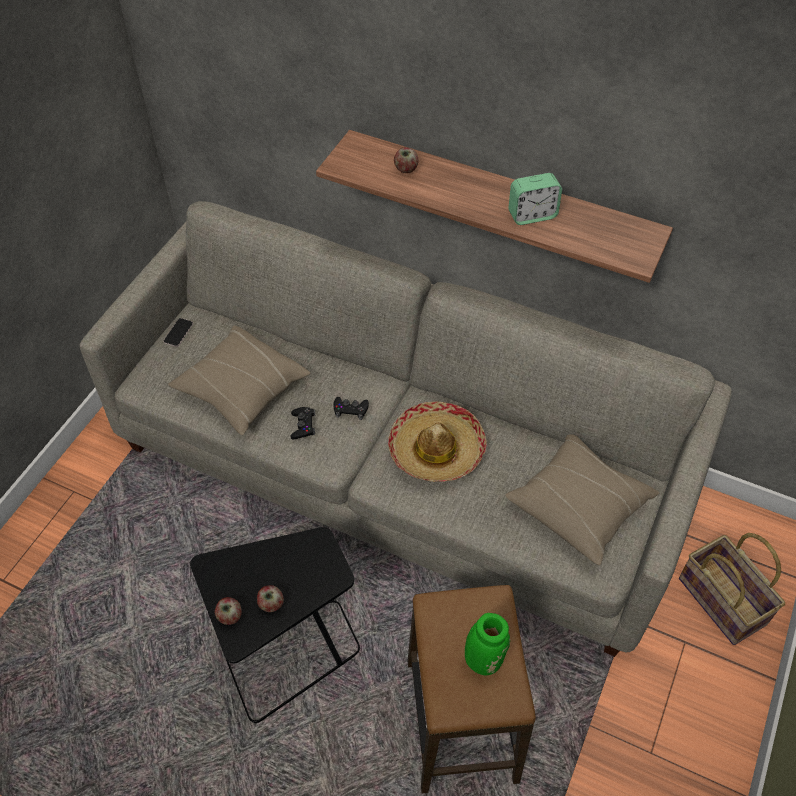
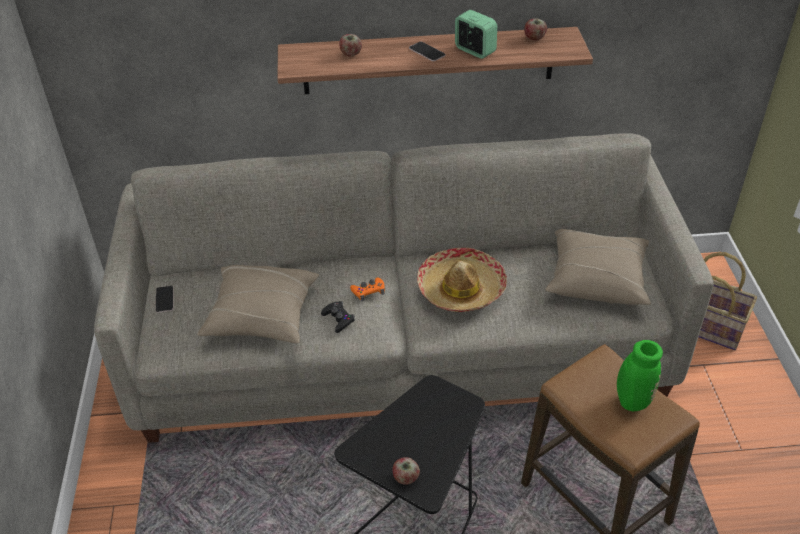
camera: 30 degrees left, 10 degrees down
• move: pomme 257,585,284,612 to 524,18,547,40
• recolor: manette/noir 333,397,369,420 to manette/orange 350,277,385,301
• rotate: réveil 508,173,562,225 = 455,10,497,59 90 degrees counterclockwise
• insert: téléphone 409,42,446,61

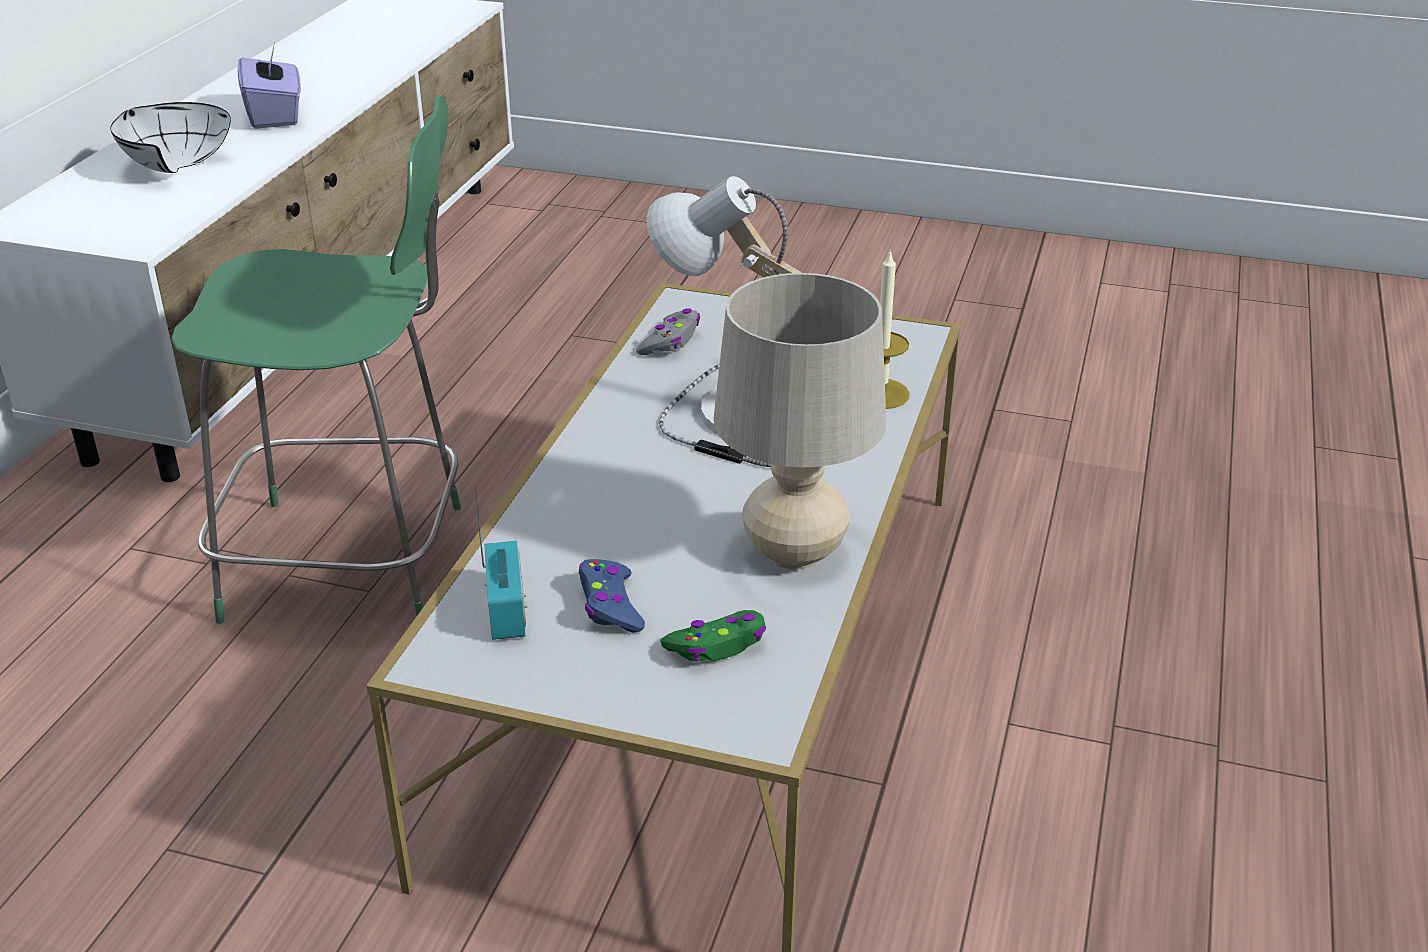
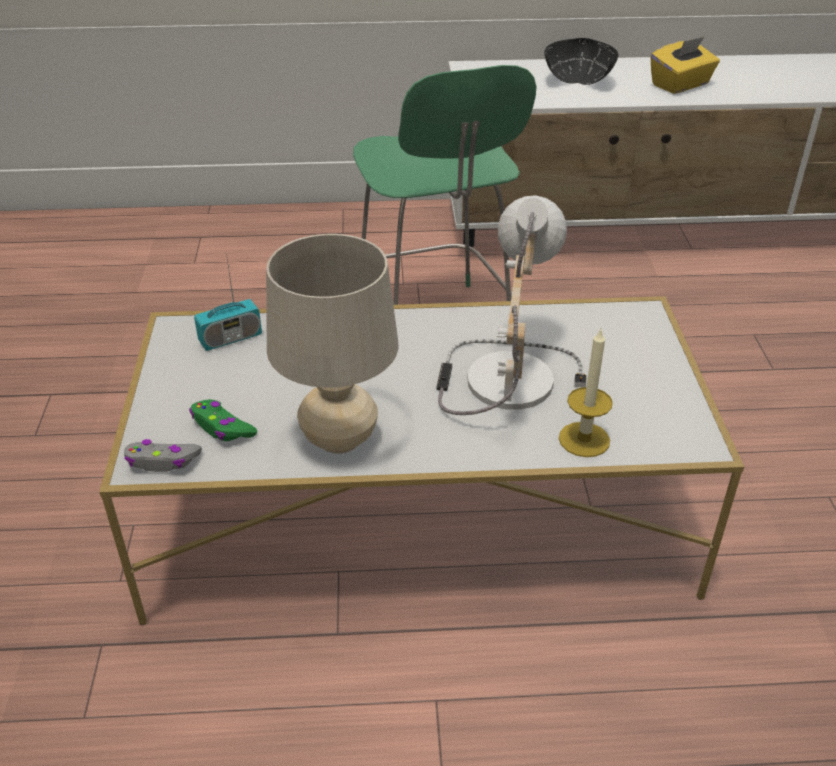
camera: 70 degrees right, 5 degrees up
• recolor: bol/blanc 110,102,231,173 to bol/noir 544,38,619,85
• recolor: boîte à mouchoirs/violet 238,43,301,129 to boîte à mouchoirs/jaune 651,36,720,94
• delete: manette/bleu 579,559,645,633
• move: manette/gris 636,308,700,355 to 124,439,202,472

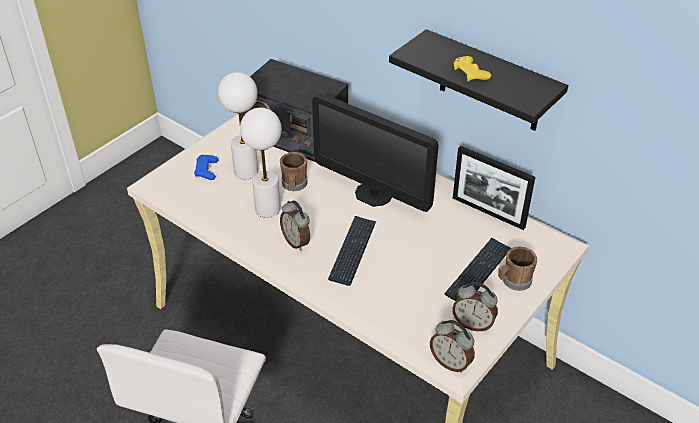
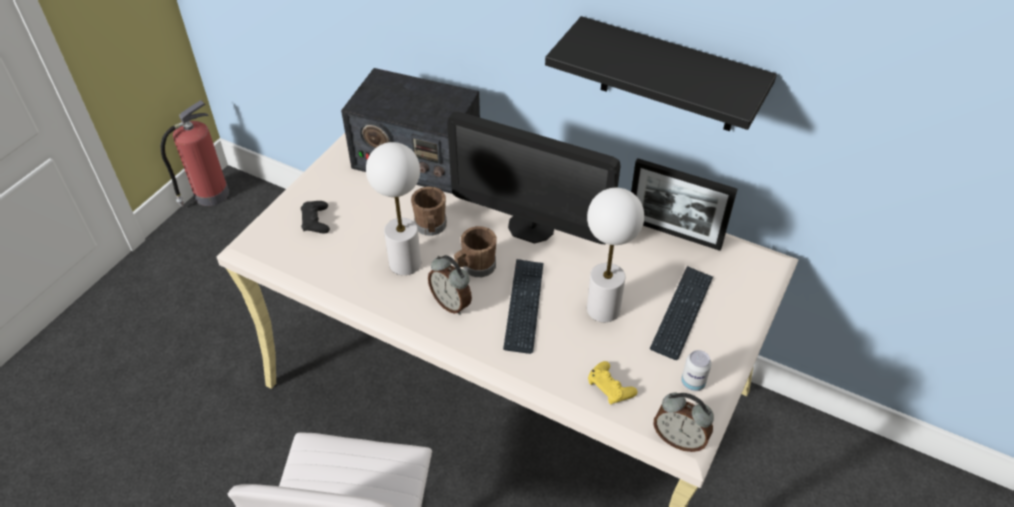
camera: 10 degrees left, 5 degrees up
• recolor: manette/bleu 194,155,219,180 to manette/noir 301,201,330,233
• move: lampe de table/blanc 218,72,258,179 to 587,188,644,322
• replace: réveil 452,282,498,331 to boîte métallique 681,350,712,391
• move: manette/jaune 454,56,491,82 to 588,361,638,404
• move: mug/marron 498,247,537,291 to 454,226,497,277
• insert: extincteur 161,100,229,207

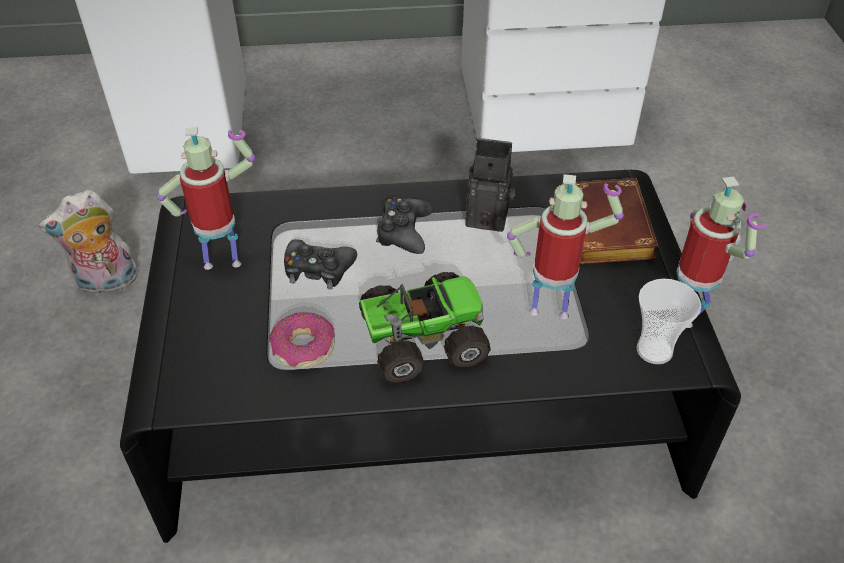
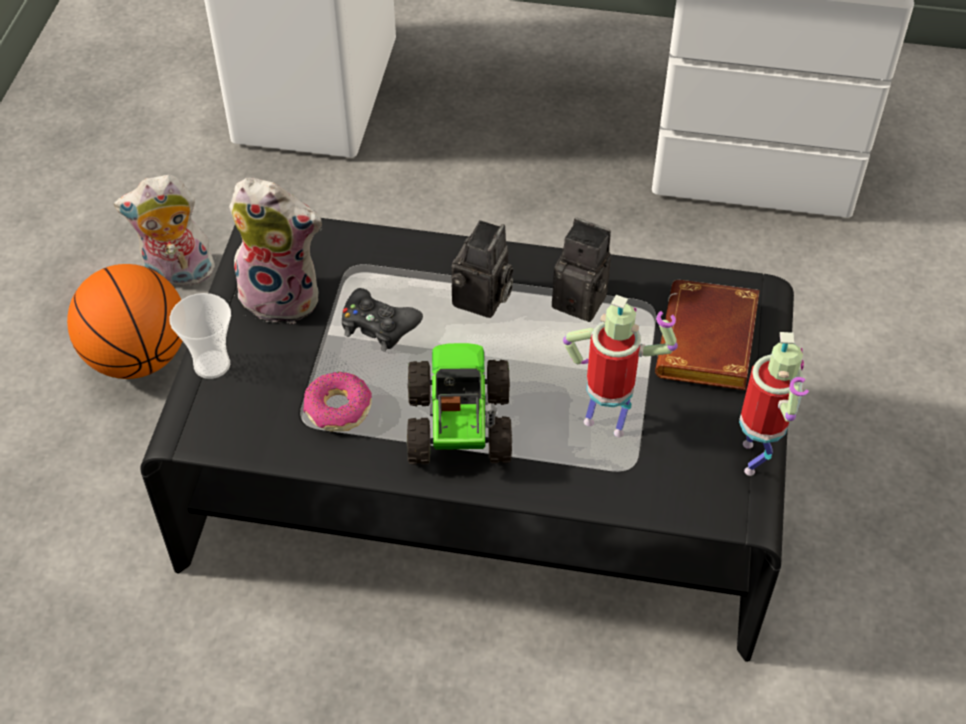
camera: 15 degrees right, 5 degrees up
• replace: robot jouet 157,127,255,270 to peluche 229,178,322,324
• rotate: camion jouet 359,272,491,383 = 406,343,512,465 90 degrees counterclockwise
• replace: manette/noir 376,197,432,254 to appareil photo 452,220,513,318
• move: tasse 637,279,701,364 to 170,293,231,379
• insert: ballon de basket 67,264,182,379

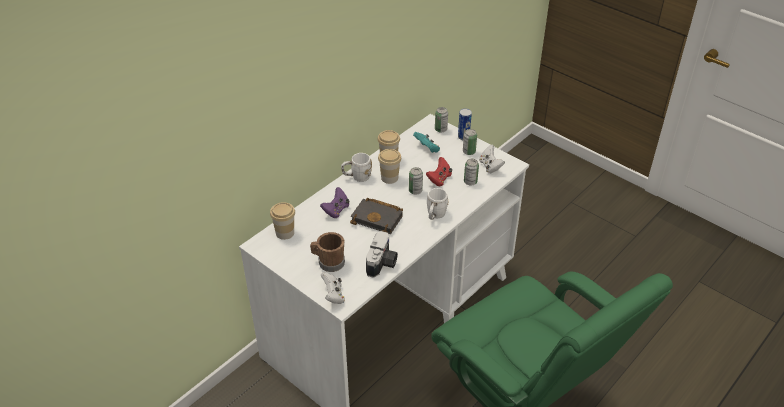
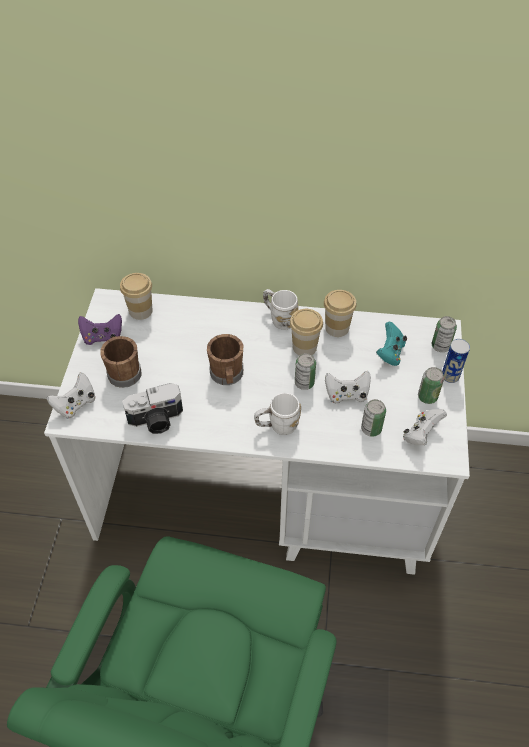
camera: 55 degrees right, 10 degrees up
• move: manette/violet 320,187,350,218 to 78,314,122,345
• replace: livre/noir 350,198,403,234 to mug/marron 207,334,243,385
• recolor: manette/rouge 426,157,452,186 to manette/blanc 325,371,371,404

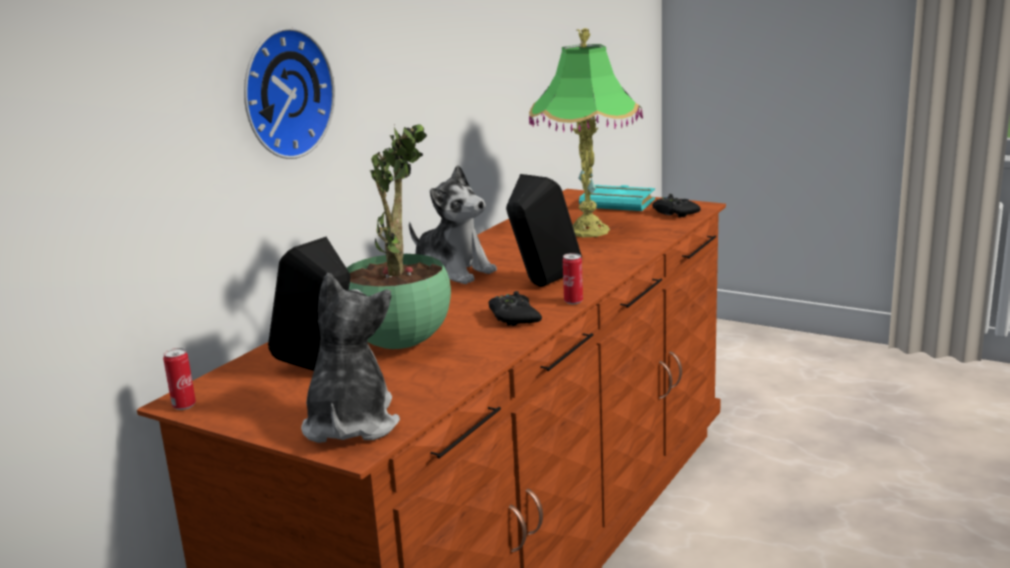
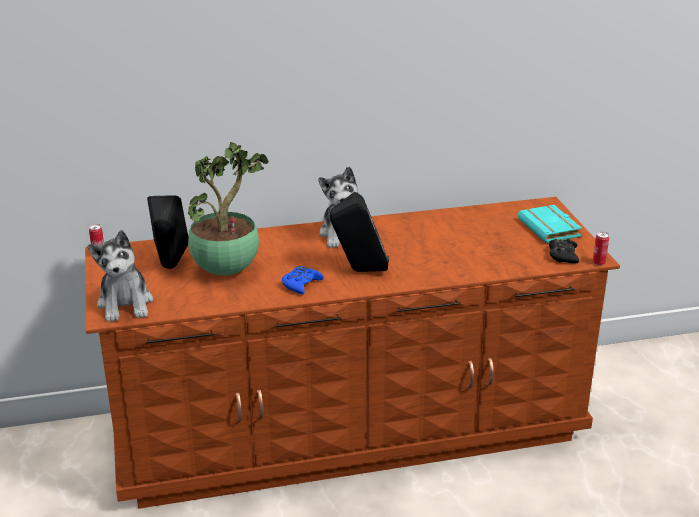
camera: 45 degrees right, 10 degrees up
• delete: horloge murale 244,27,335,159
• rotate: peluche 301,273,400,443 = 87,230,153,322 120 degrees clockwise
• recolor: manette/noir 489,291,542,326 to manette/bleu 282,266,324,294
• delete: lampe de table 529,28,643,238
• move: boîte métallique 563,253,583,304 to 593,232,609,266

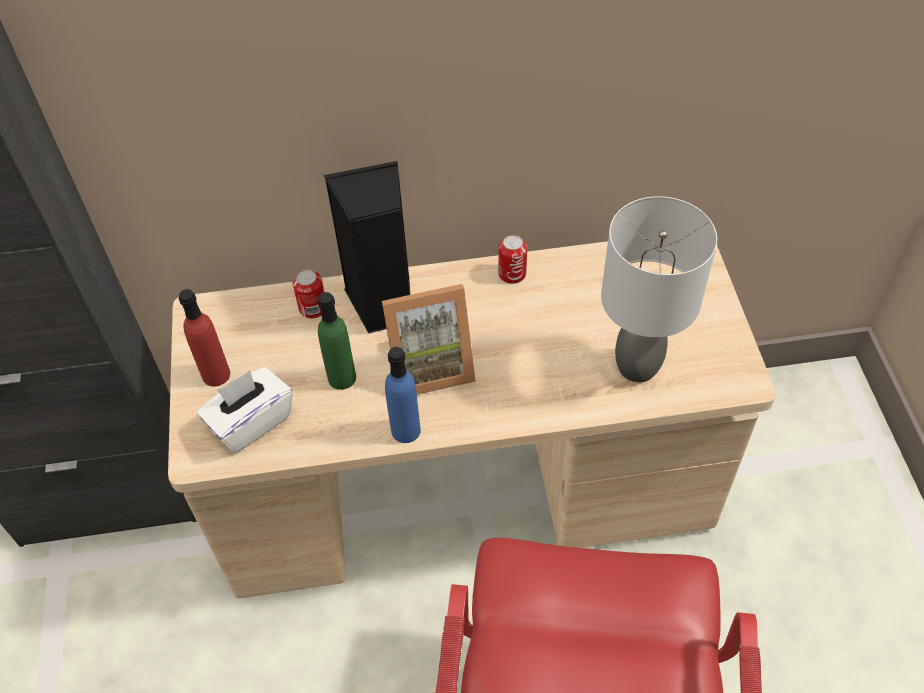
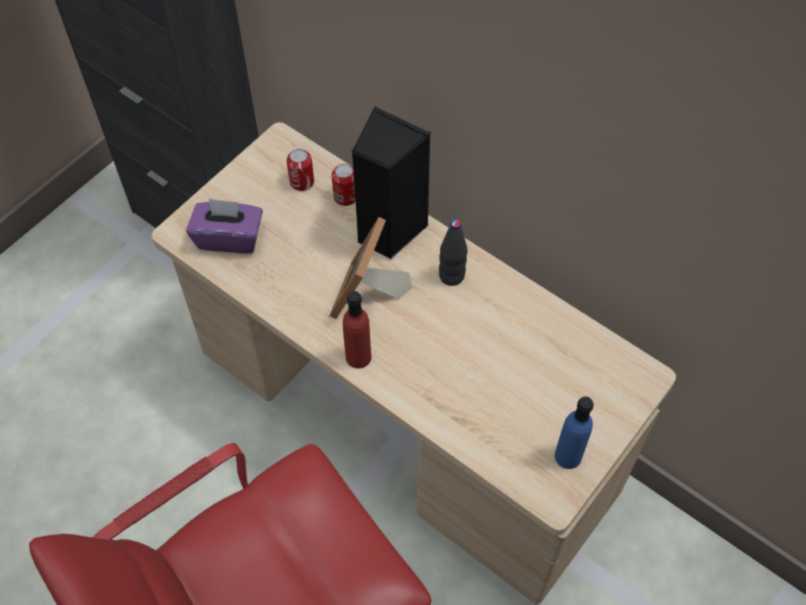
camera: 45 degrees right, 5 degrees up
• move: bouteille/rouge 179,289,230,387 to 343,291,371,369
• recolor: boîte à mouchoirs/blanc 197,367,293,453 to boîte à mouchoirs/violet 186,198,263,253
• delete: bouteille/vert 318,292,356,390
• rotate: cadre photo 382,284,476,395 = 329,217,412,319 75 degrees clockwise
• move: bouteille/bleu 385,347,421,443 to 555,397,594,469
• move: boîte métallique 498,235,527,284 to 287,149,314,191
• delete: lampe de table/gris 601,196,717,382
• insert: bouteille/noir 439,219,467,286

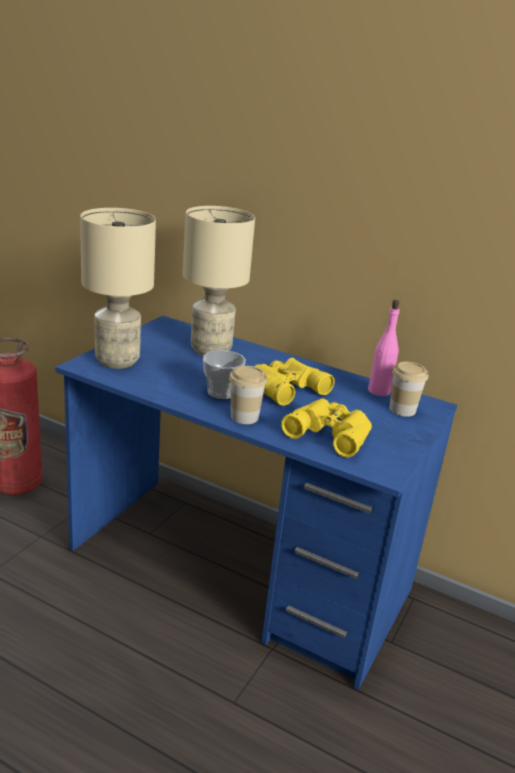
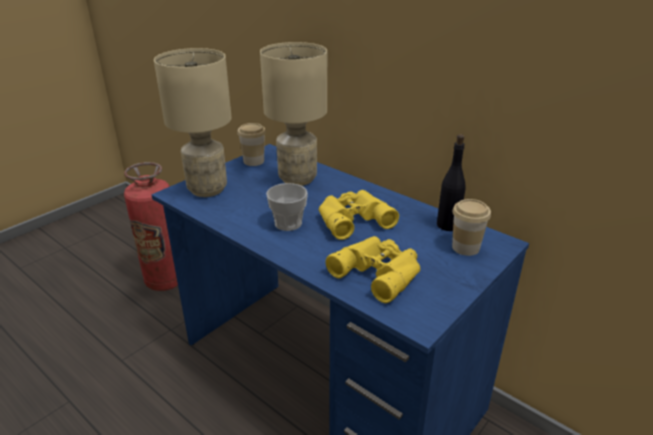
camera: 15 degrees right, 5 degrees up
• move: tasse 229,366,267,424 to 237,123,266,166
• recolor: bouteille/rose 368,300,400,396 to bouteille/noir 437,134,466,231

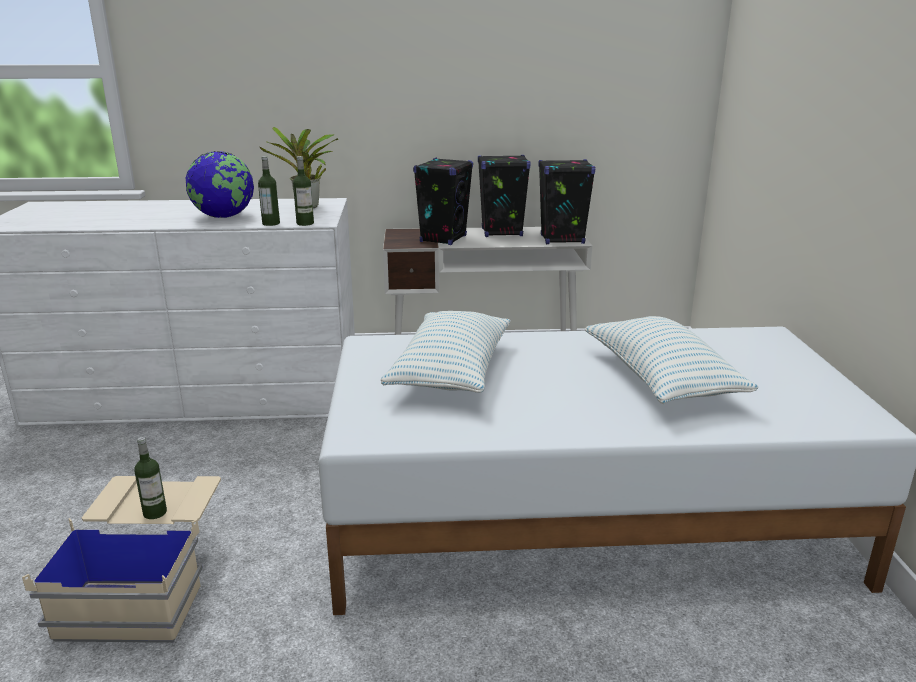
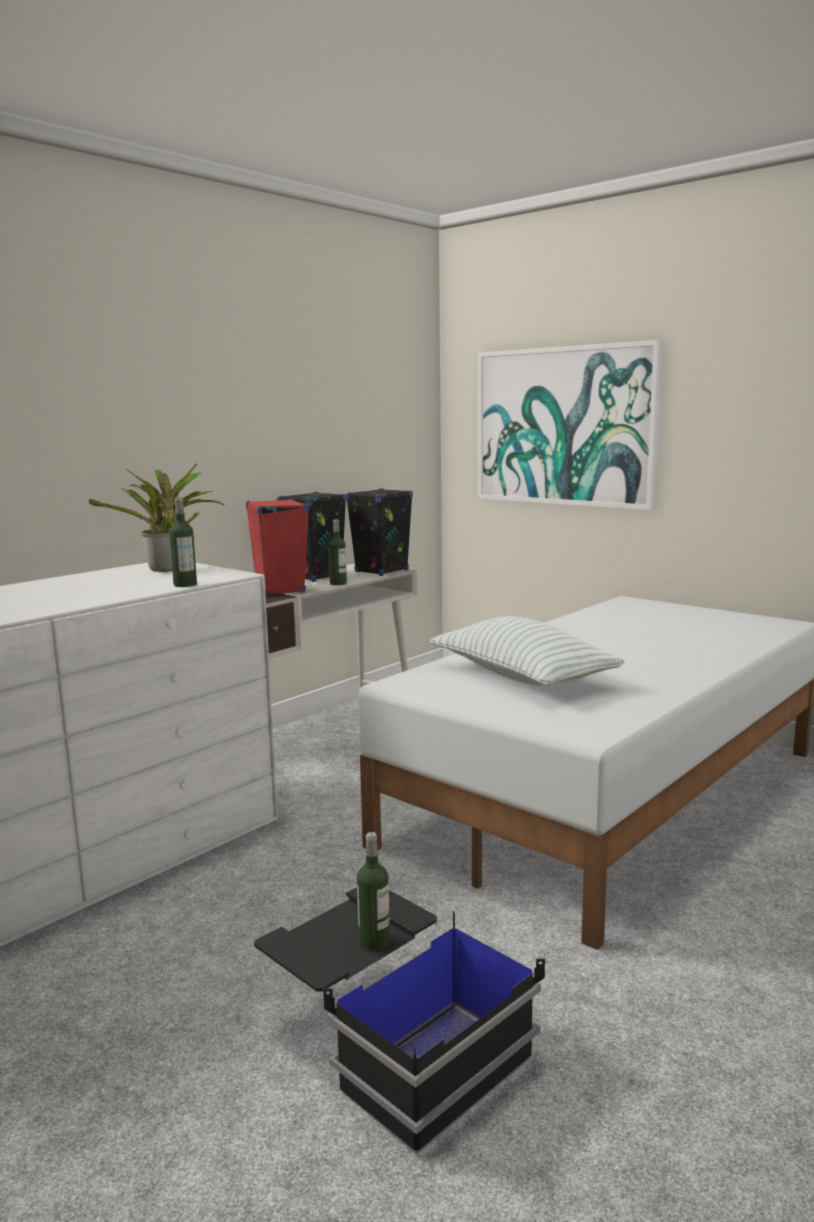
camera: 45 degrees left, 10 degrees down
• recolor: boîte de rangement/beige 22,476,221,643 to boîte de rangement/noir 254,887,545,1154
• delete: globe 186,151,254,218
• move: bouteille 293,156,314,226 to 329,519,347,585
• recolor: enceinte/noir 413,157,473,245 to enceinte/rouge 246,499,309,596
• delete: coussin 585,316,758,404
• insert: tableau 478,340,664,510

